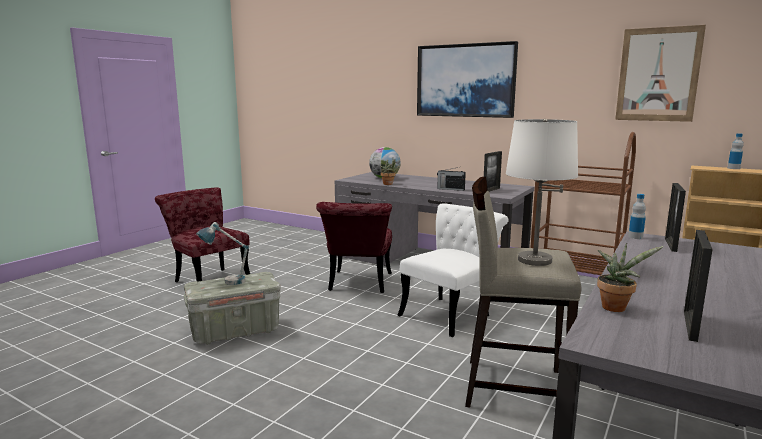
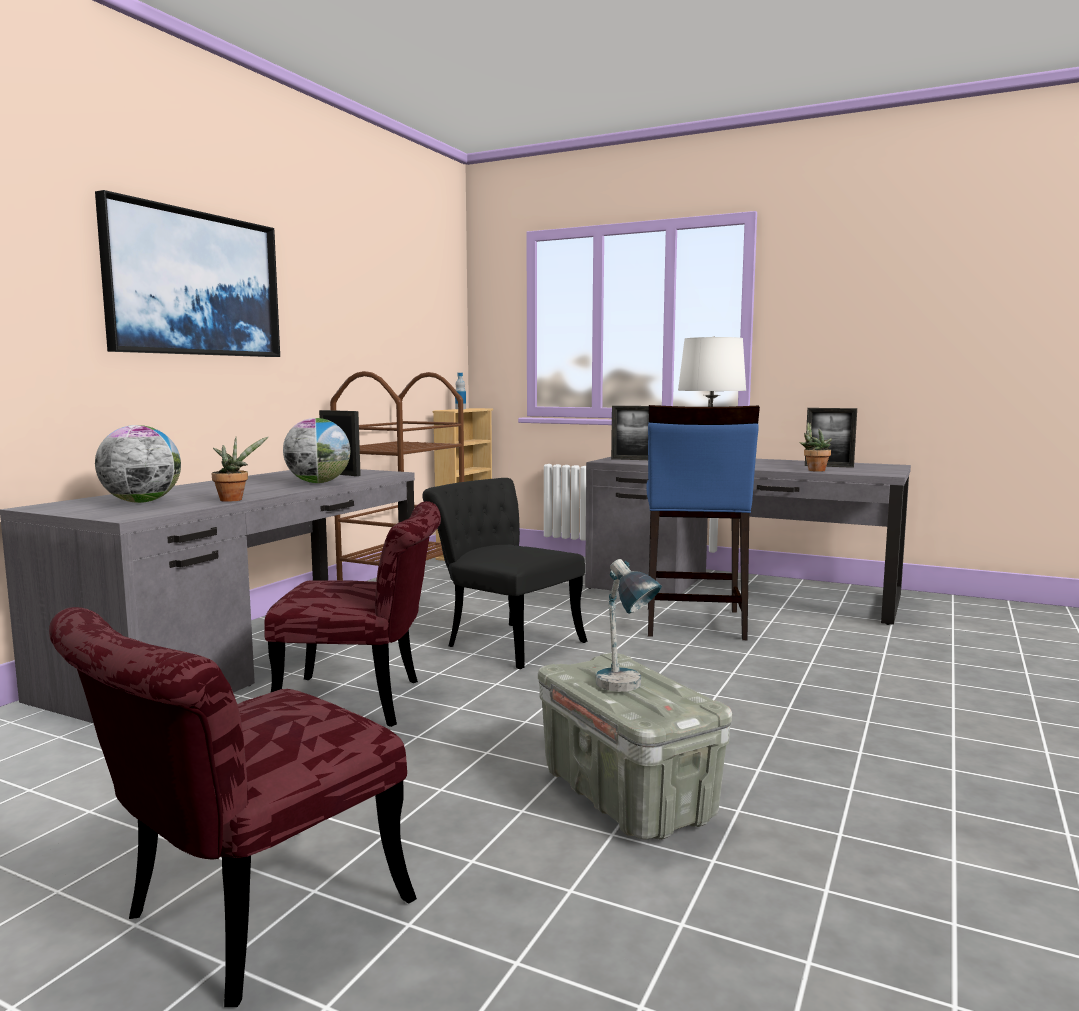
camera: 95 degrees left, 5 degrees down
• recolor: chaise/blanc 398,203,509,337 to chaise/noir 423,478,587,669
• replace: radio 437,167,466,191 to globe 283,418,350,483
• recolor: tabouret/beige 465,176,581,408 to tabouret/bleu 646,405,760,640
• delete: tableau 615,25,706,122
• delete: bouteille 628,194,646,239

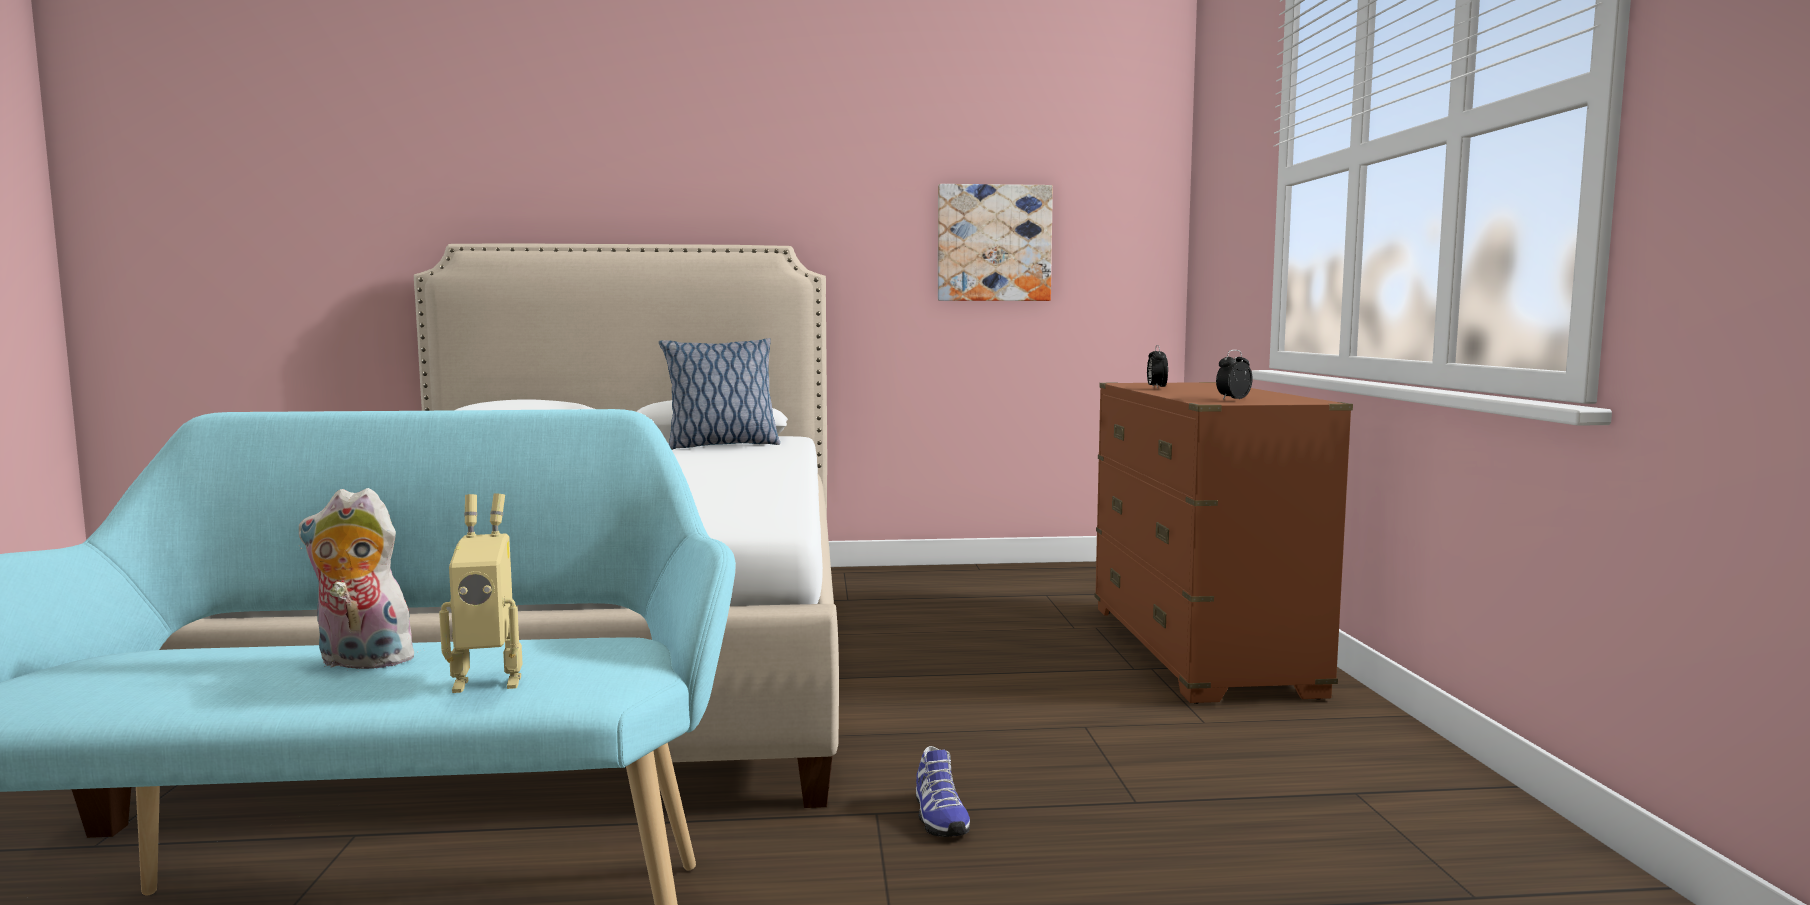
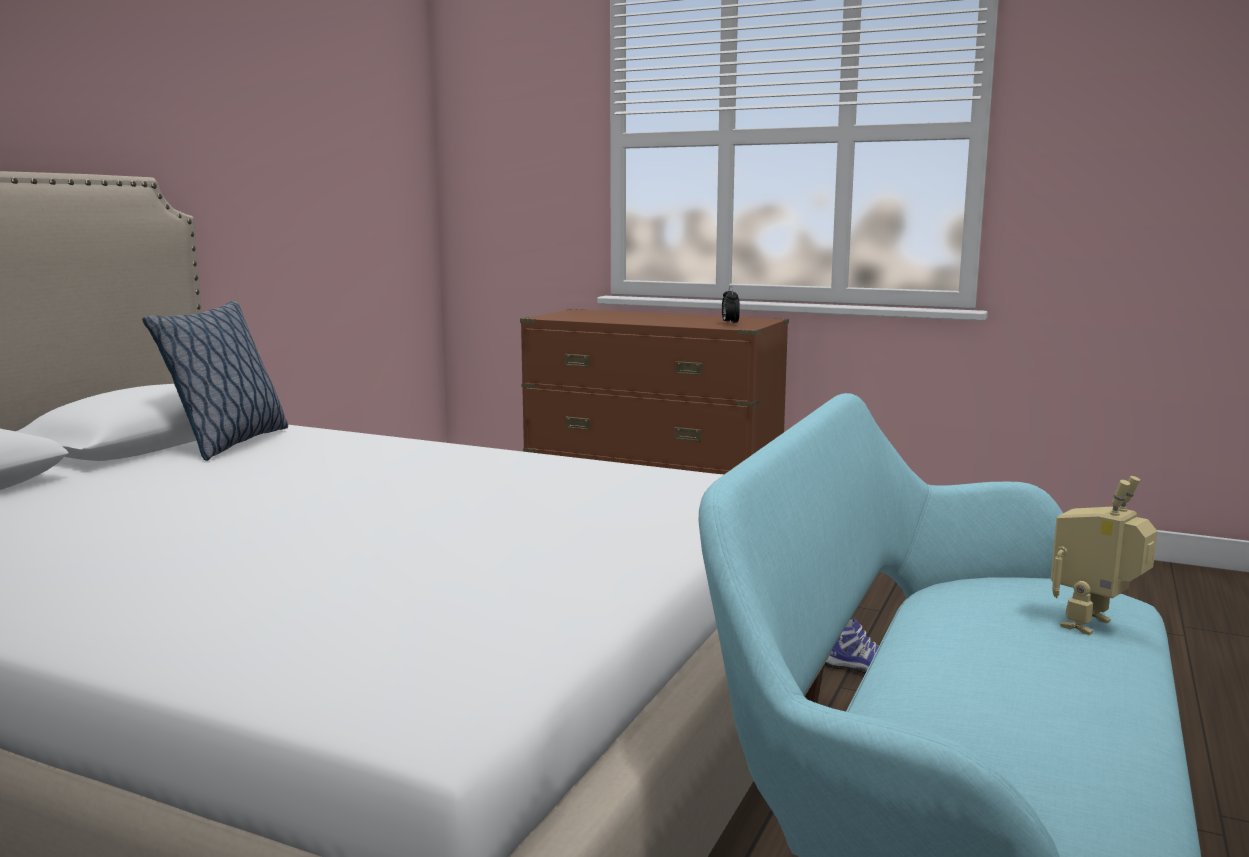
camera: 60 degrees left, 5 degrees up
• delete: peluche 299,488,425,672
• rotate: robot jouet 439,493,523,693 = 1051,476,1157,635 150 degrees counterclockwise
• delete: tableau 938,184,1053,301
• delete: réveil 1147,345,1168,389

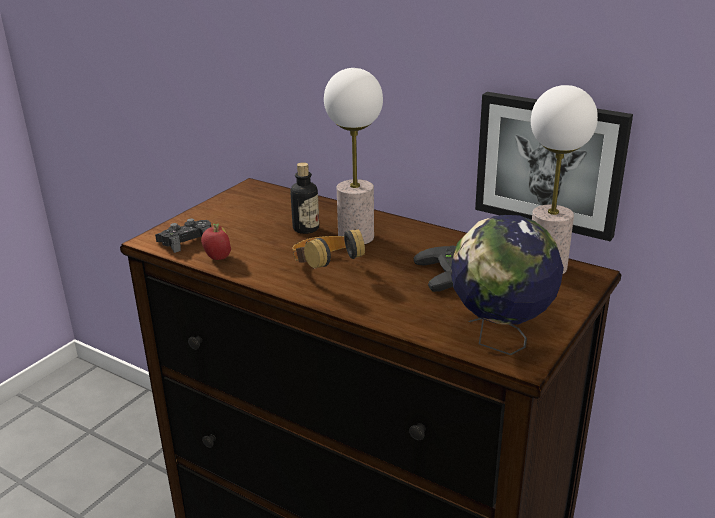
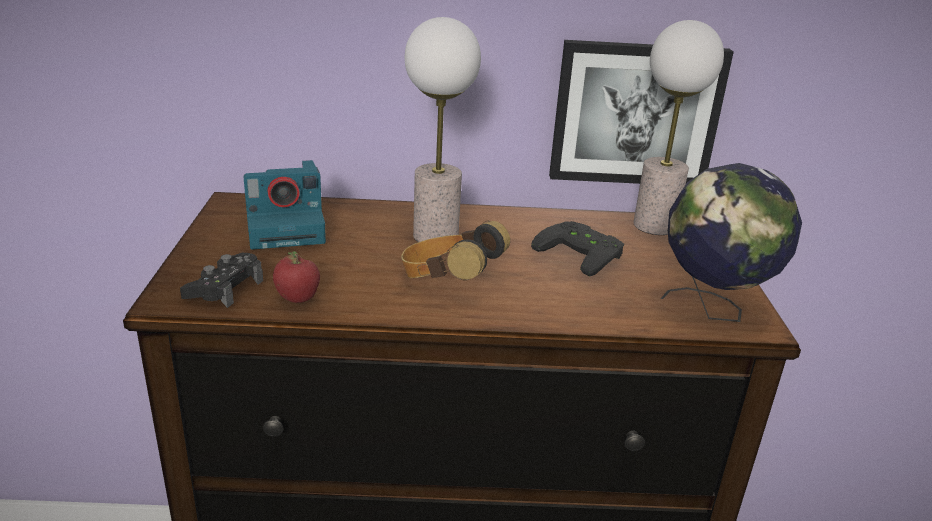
camera: 35 degrees left, 0 degrees up
• delete: bouteille 290,162,319,234
• insert: appareil photo 244,160,326,249

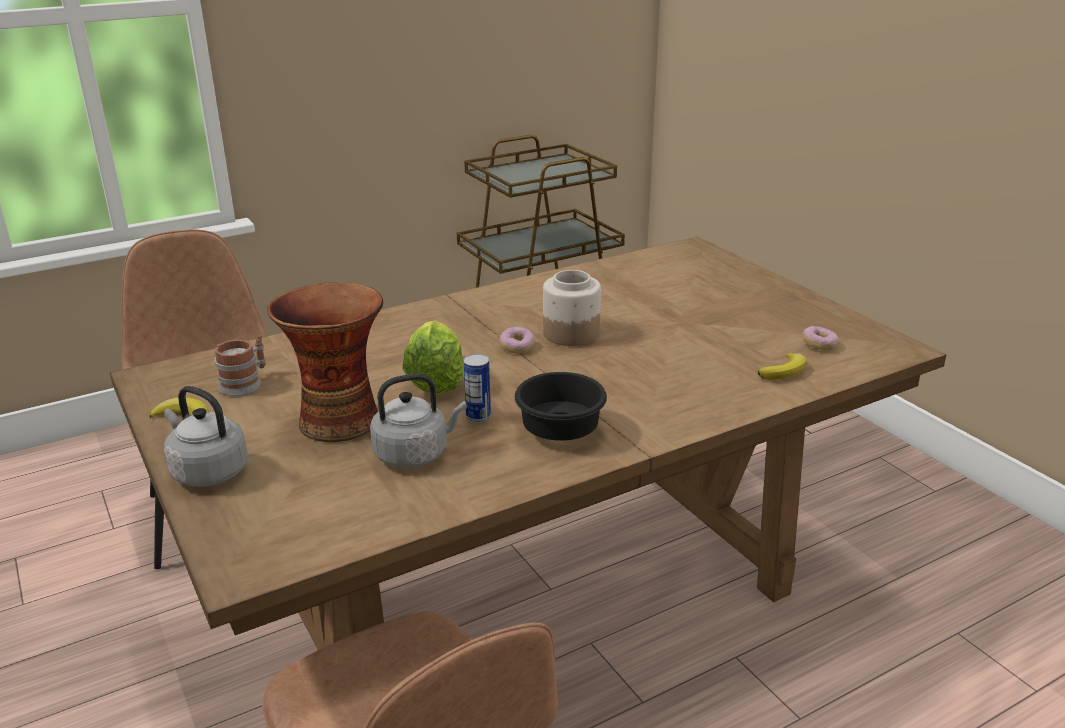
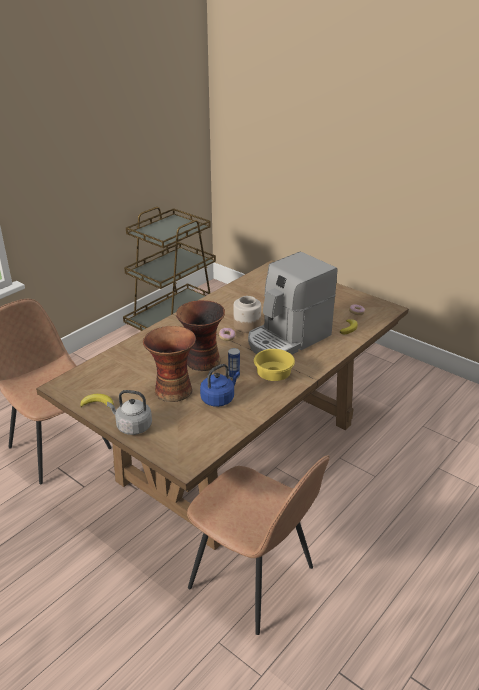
camera: 20 degrees left, 5 degrees up
• delete: mug 215,335,266,396
• recolor: bouilloire/gris 370,373,467,468 to bouilloire/bleu 200,364,240,407
• replace: laitue 402,320,464,394 to vase 176,300,225,371
• recolor: bol/noir 515,372,607,441 to bol/jaune 254,349,295,381
• insert: machine à café 248,252,337,355

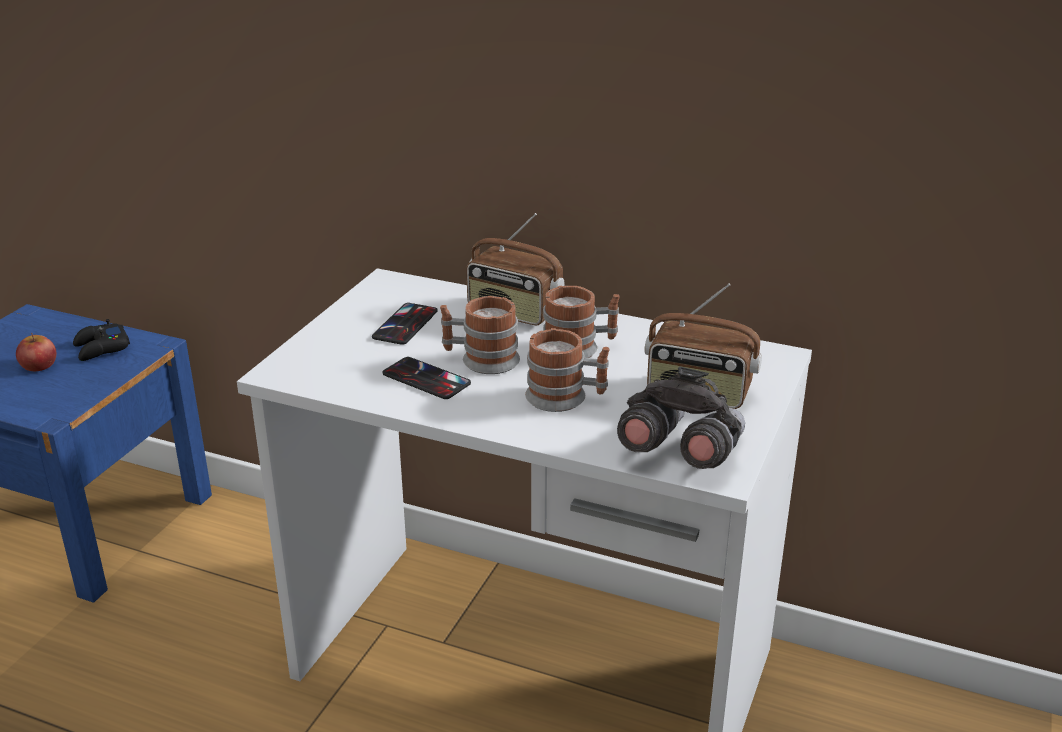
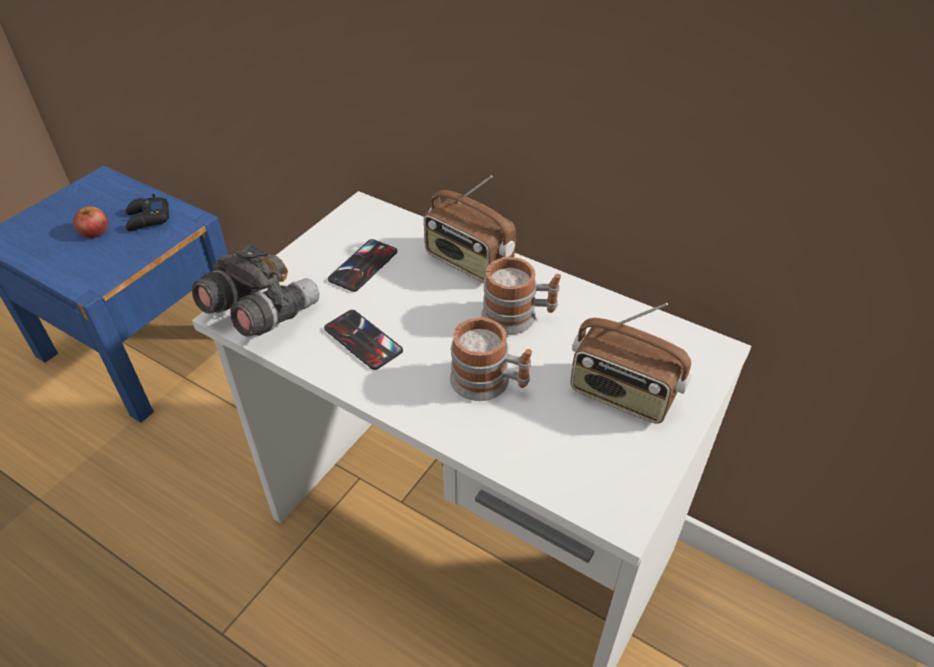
camera: 10 degrees right, 15 degrees up
• delete: mug 440,296,520,374
• move: jumelles/gris 617,366,745,469 to 192,243,319,337

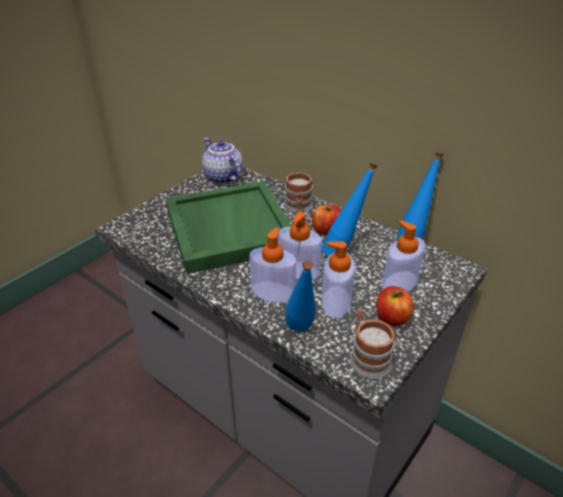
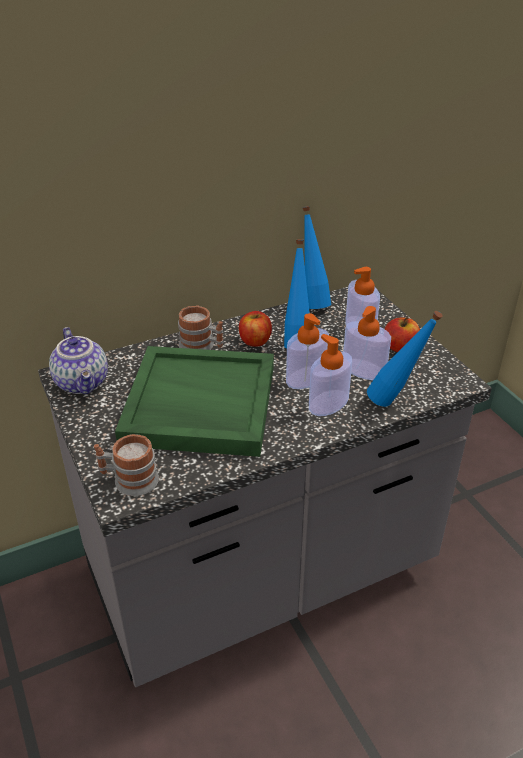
camera: 65 degrees left, 0 degrees up
• rotate: théière 202,138,243,184 = 49,327,108,394 105 degrees counterclockwise
• move: mug 350,308,395,379 to 94,434,159,496

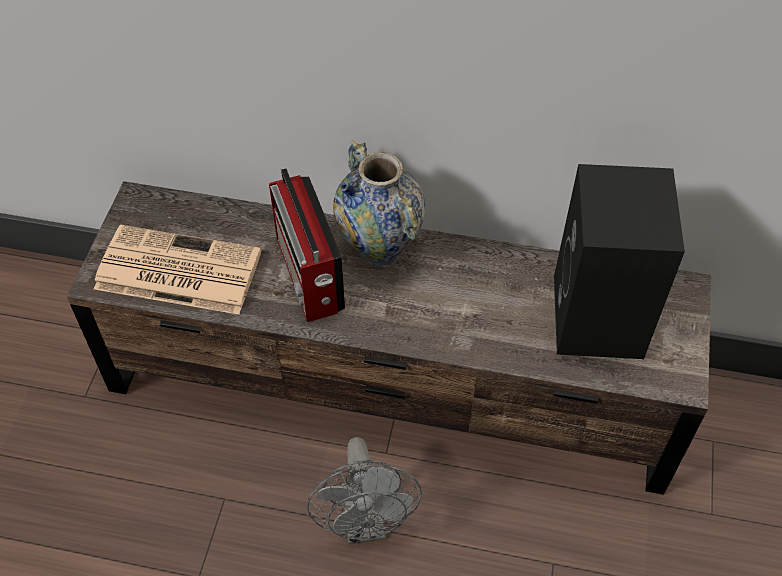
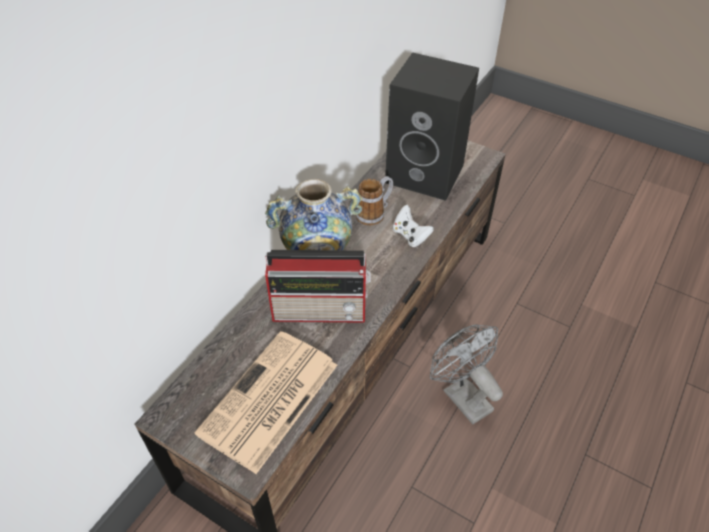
camera: 70 degrees left, 5 degrees down
• rotate: ventilateur/gris 307,437,422,544 = 430,324,503,425 135 degrees counterclockwise
• insert: mug 356,176,393,225
• insert: manette/blanc 393,205,434,247

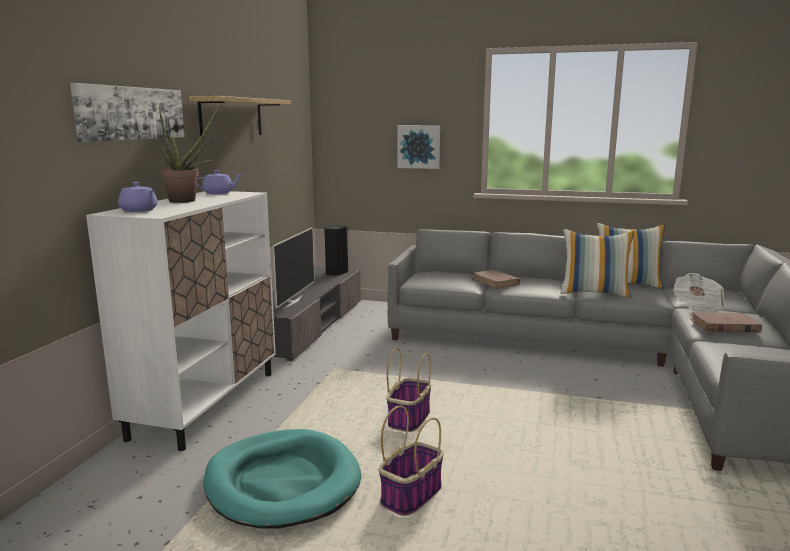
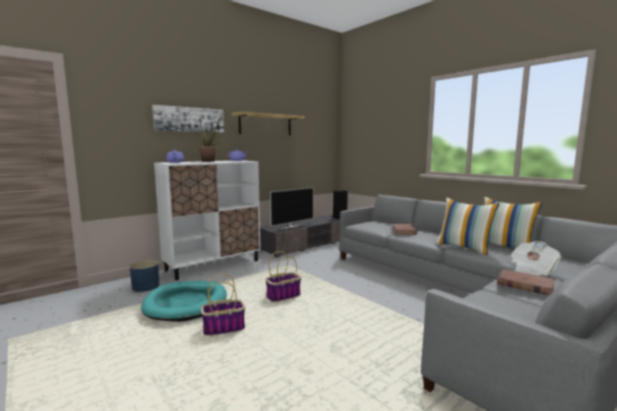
camera: 35 degrees right, 5 degrees down
• delete: tableau 398,125,440,169
• insert: cache-pot/bleu 129,260,159,292

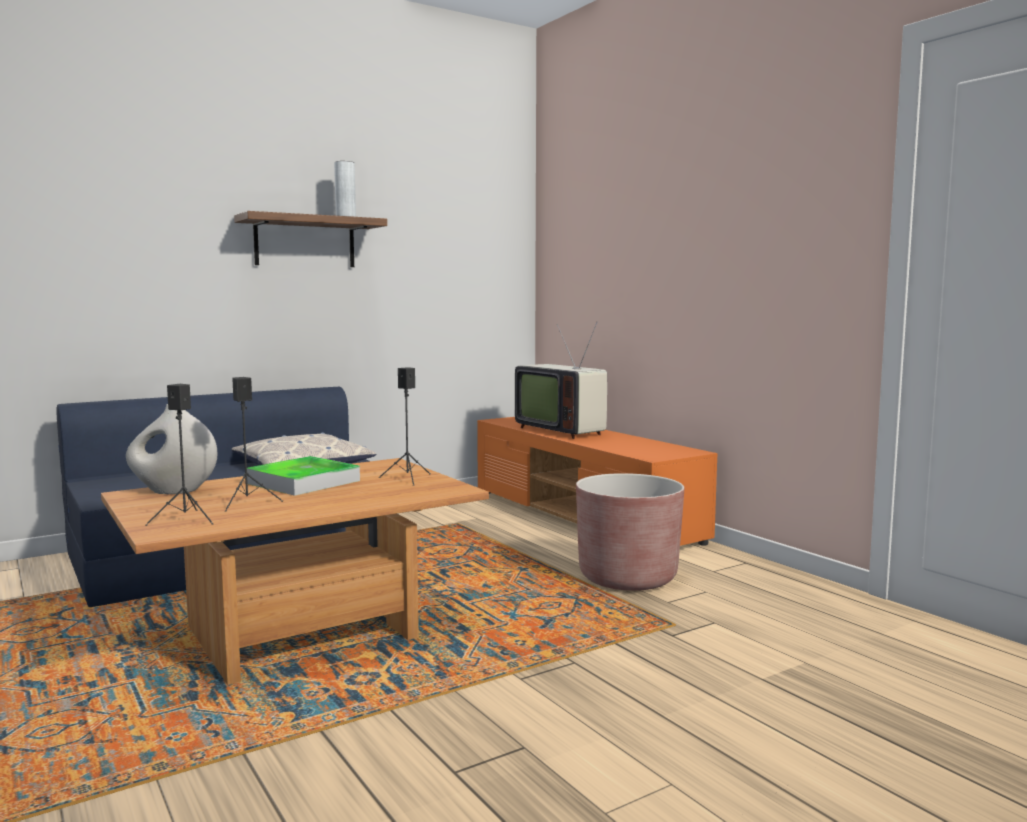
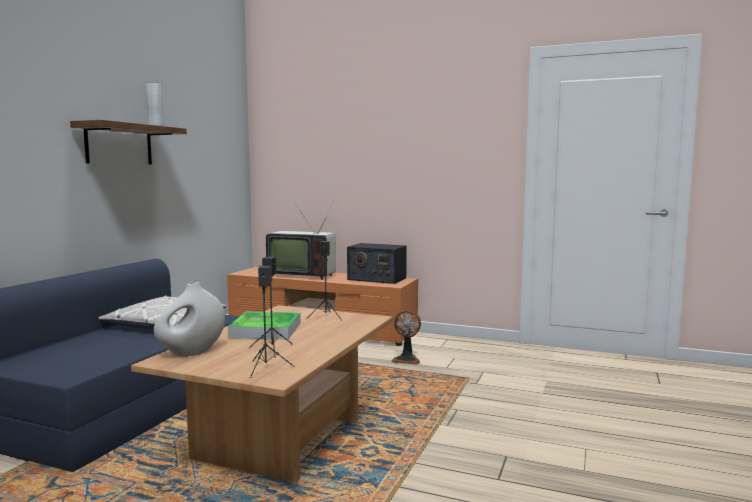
camera: 35 degrees left, 0 degrees up
• replace: cache-pot/marron 576,473,684,591 to ventilateur 391,309,421,364
• insert: radio 347,243,407,284

